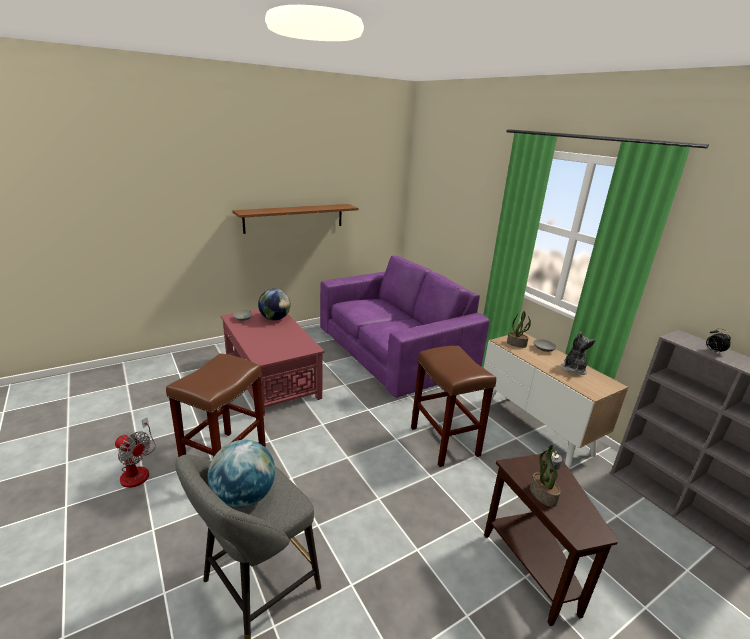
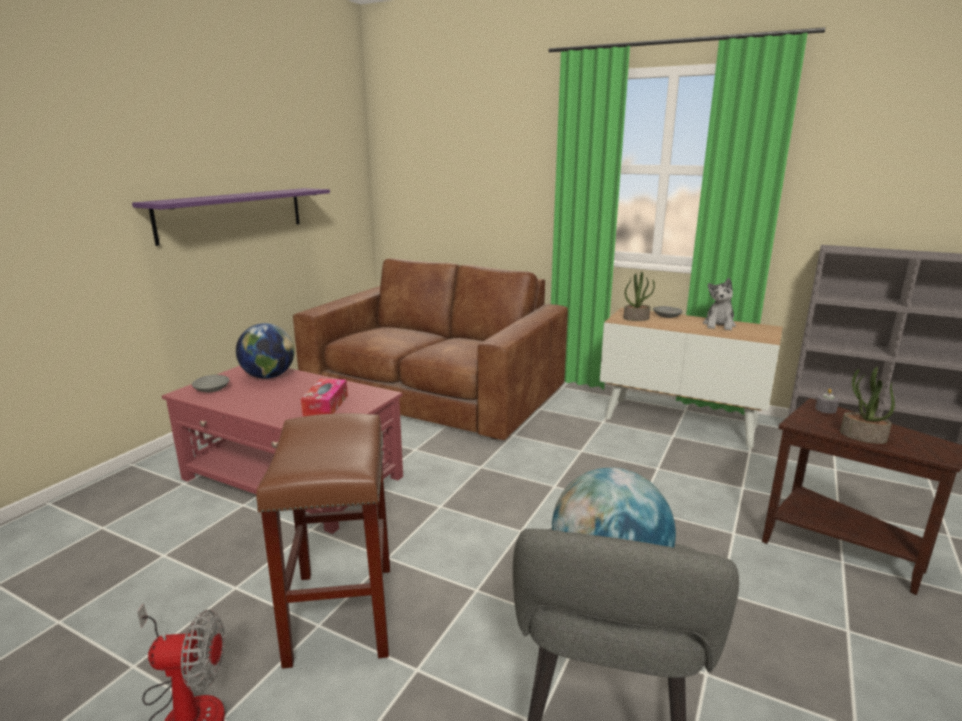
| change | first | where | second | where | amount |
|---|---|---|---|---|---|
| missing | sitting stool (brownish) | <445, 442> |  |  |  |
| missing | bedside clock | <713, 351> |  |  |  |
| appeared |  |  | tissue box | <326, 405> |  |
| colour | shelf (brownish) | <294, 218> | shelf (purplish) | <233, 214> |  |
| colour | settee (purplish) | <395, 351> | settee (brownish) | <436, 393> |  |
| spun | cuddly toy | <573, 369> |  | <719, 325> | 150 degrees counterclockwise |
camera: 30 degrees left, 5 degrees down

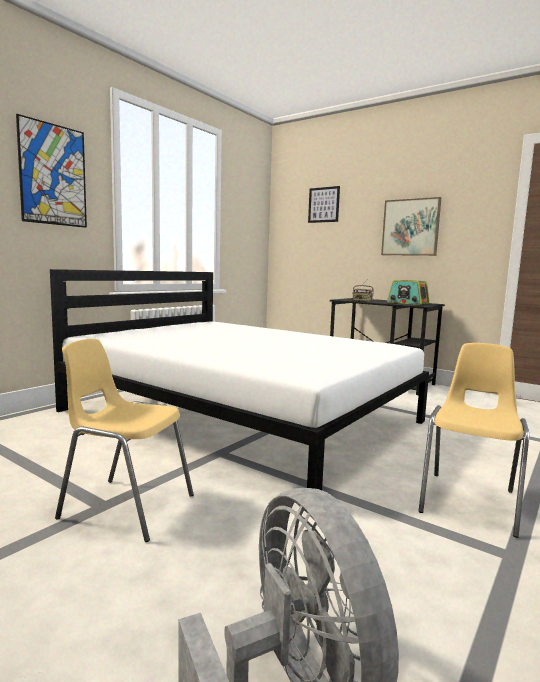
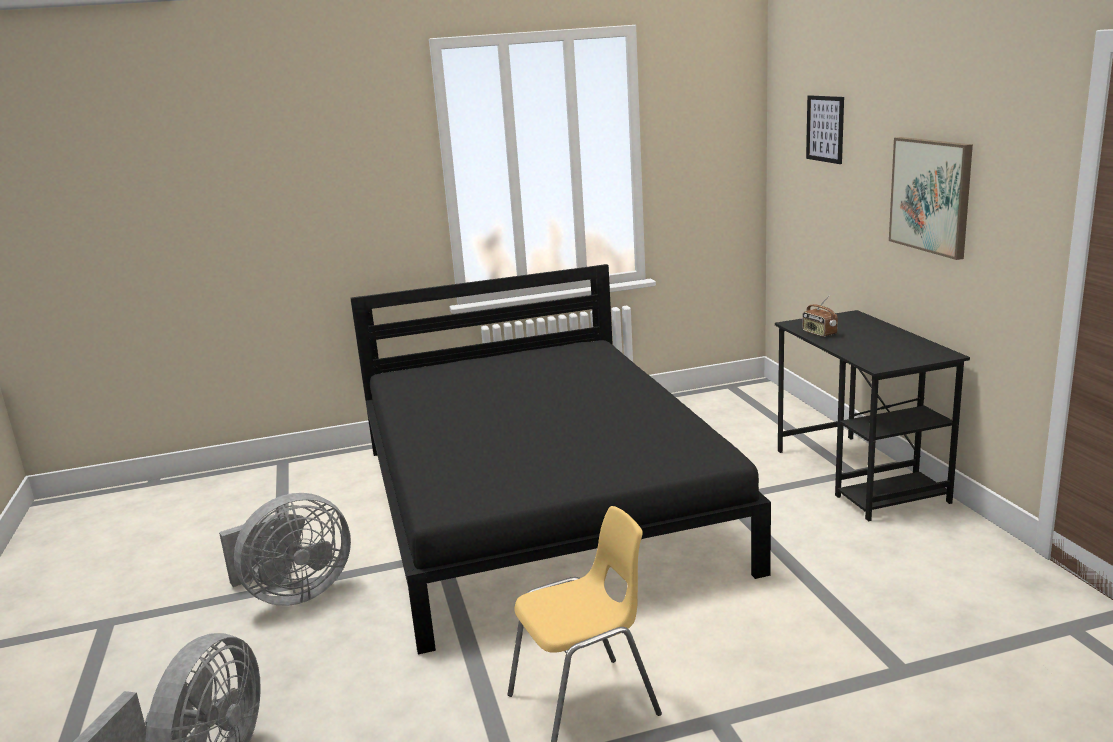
| change | first | where | second | where | amount |
|---|---|---|---|---|---|
| missing | wall art | <53, 175> |  |  |  |
| missing | radio | <407, 303> |  |  |  |
| exchanged | chair (yellow) | <126, 506> | cooling fan (grey) | <293, 594> |  |
| colour | sleeping bed (whitish) | <241, 415> | sleeping bed (blackish) | <540, 504> |  |
camera: 40 degrees right, 10 degrees up

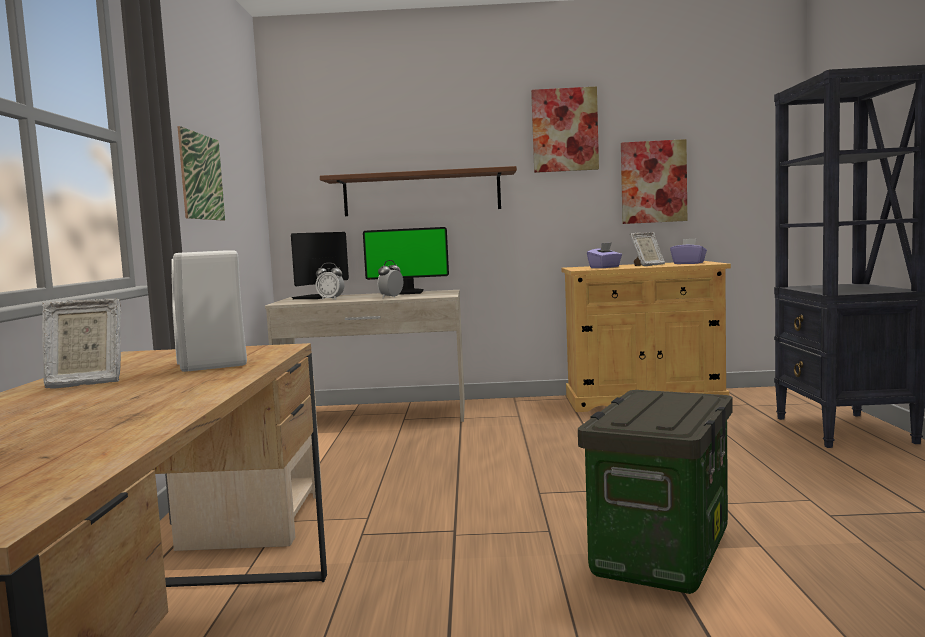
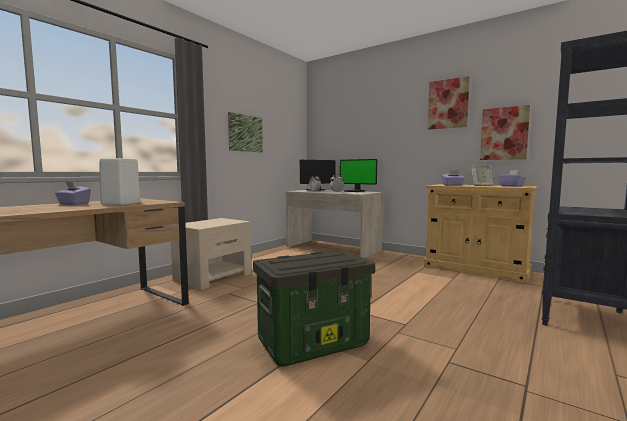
| change | first | where | second | where | amount |
|---|---|---|---|---|---|
| missing | shelf (brownish) | <422, 193> |  |  |  |
| exchanged | standing frame | <85, 383> | tissue box (purplish) | <73, 204> |  |
camera: 35 degrees right, 0 degrees up

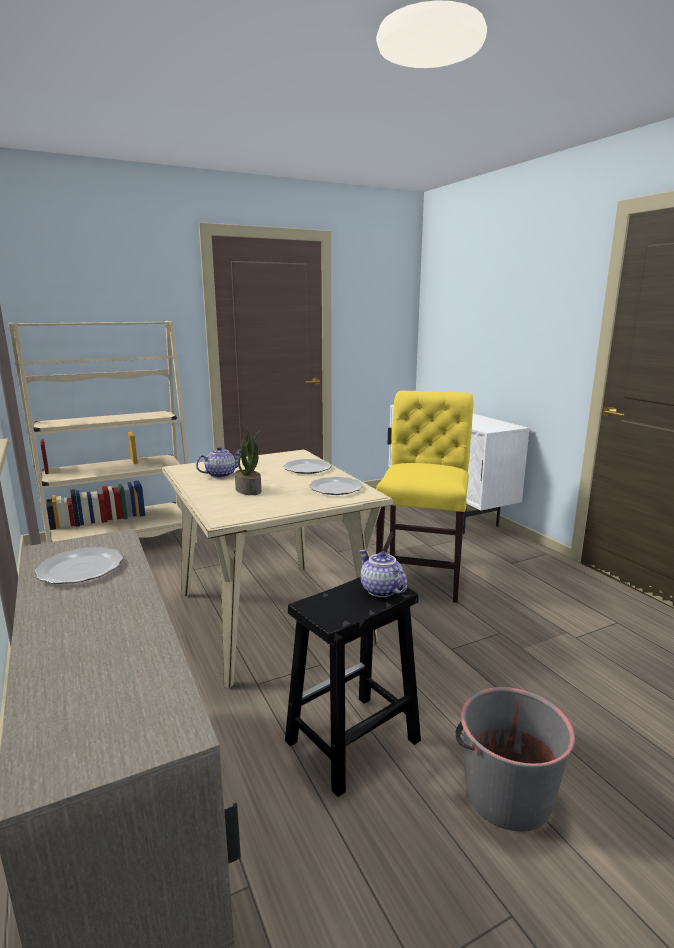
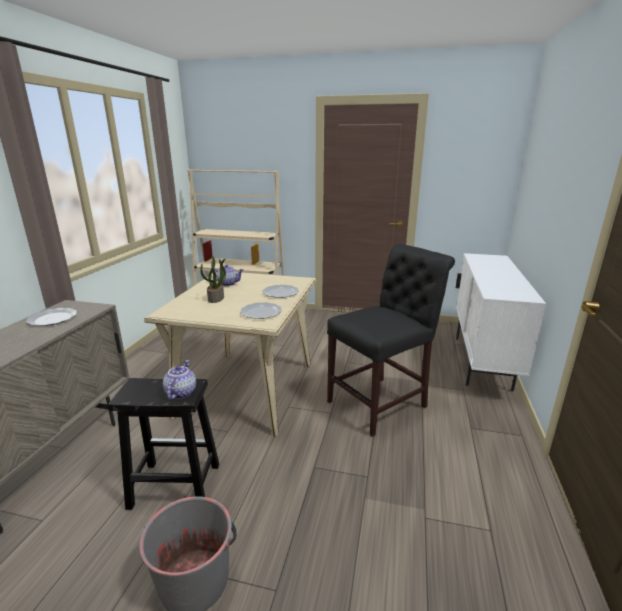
| change | first | where | second | where | amount |
|---|---|---|---|---|---|
| colour | chair (yellow) | <422, 573> | chair (blackish) | <381, 402> |  |
camera: 40 degrees right, 5 degrees up

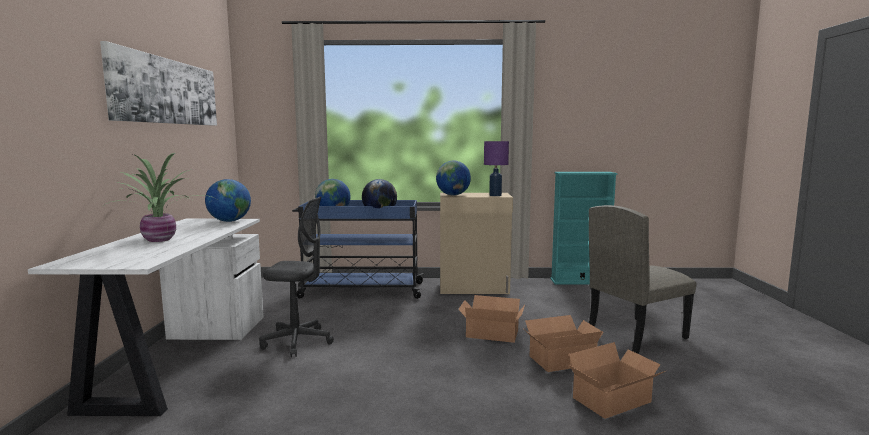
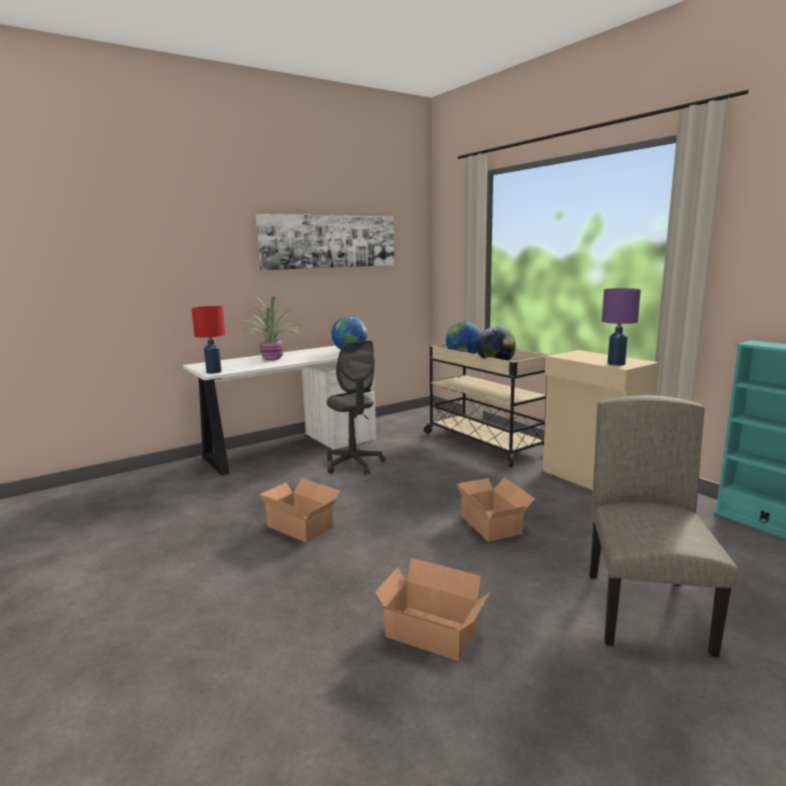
| change | first | where | second | where | amount |
|---|---|---|---|---|---|
| missing | globe | <453, 195> |  |  |  |
| appeared |  |  | lamp for a table (reddish) | <213, 372> |  |
| relocated | packing box | <559, 359> |  | <301, 525> |  |
| colour | trolley (bluish) | <360, 290> | trolley (beige-coloured) | <483, 442> |  |
| spun | chair (beige-coloured) | <636, 335> |  | <647, 611> | 75 degrees clockwise |
camera: 55 degrees right, 5 degrees up

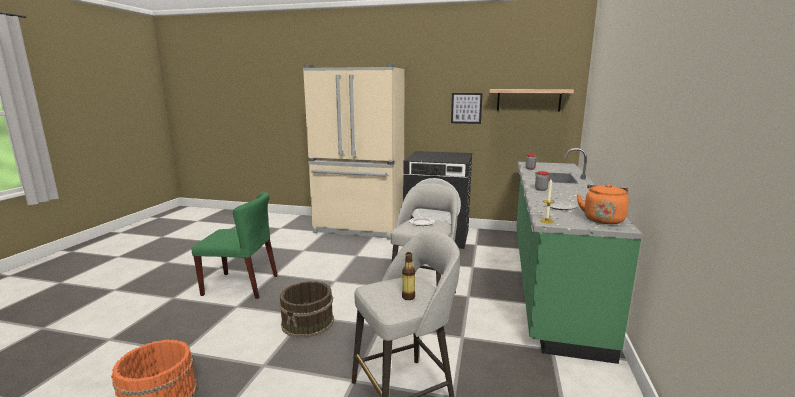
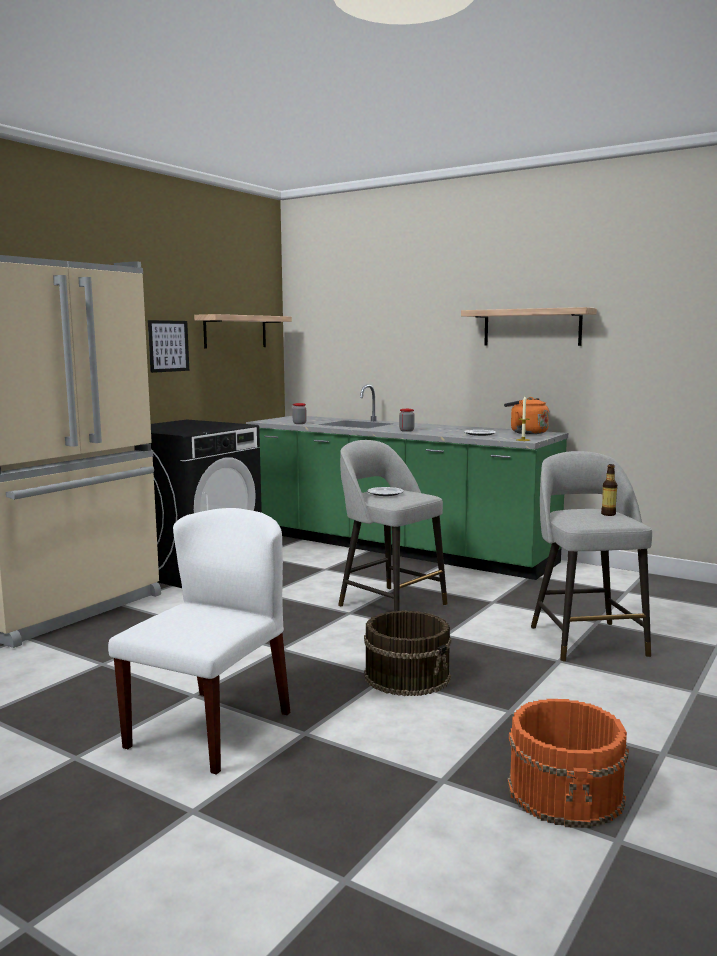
| change | first | where | second | where | amount |
|---|---|---|---|---|---|
| appeared |  |  | shelf | <532, 327> |  |
| colour | chair (greenish) | <241, 285> | chair (whitish) | <210, 728> |  |
camera: 70 degrees left, 5 degrees down

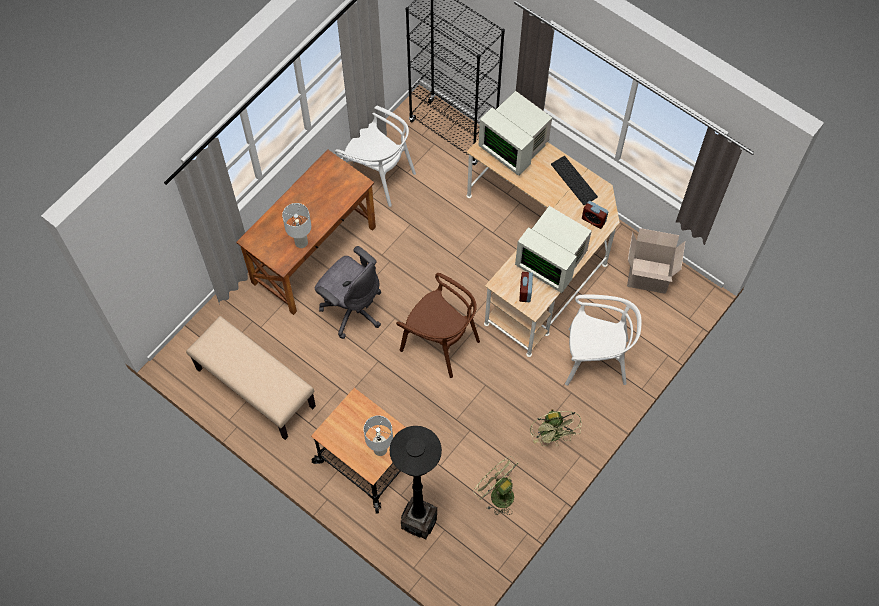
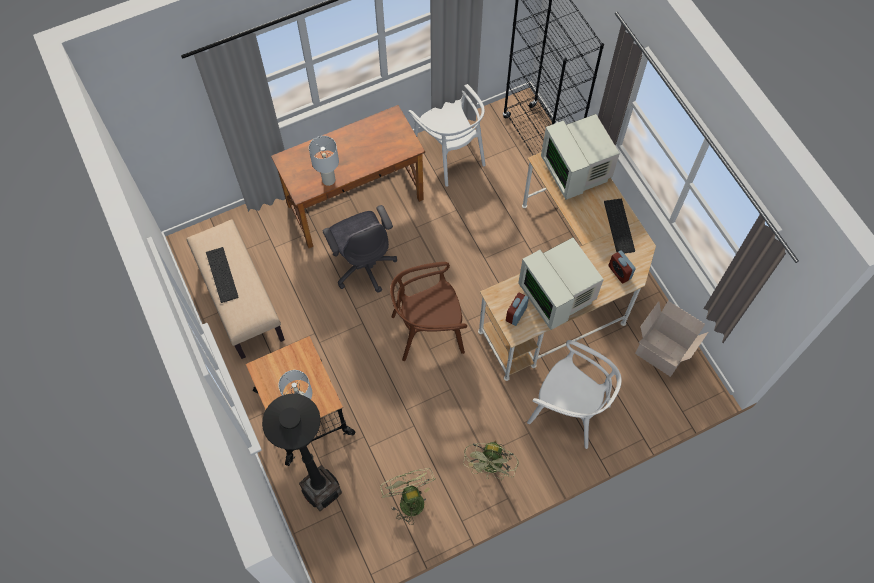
| change | first | where | second | where | amount |
|---|---|---|---|---|---|
| appeared |  |  | keyboard | <220, 274> |  |
| spun | chair (brownish) | <440, 343> |  | <428, 331> | 105 degrees clockwise |
camera: 25 degrees right, 0 degrees up

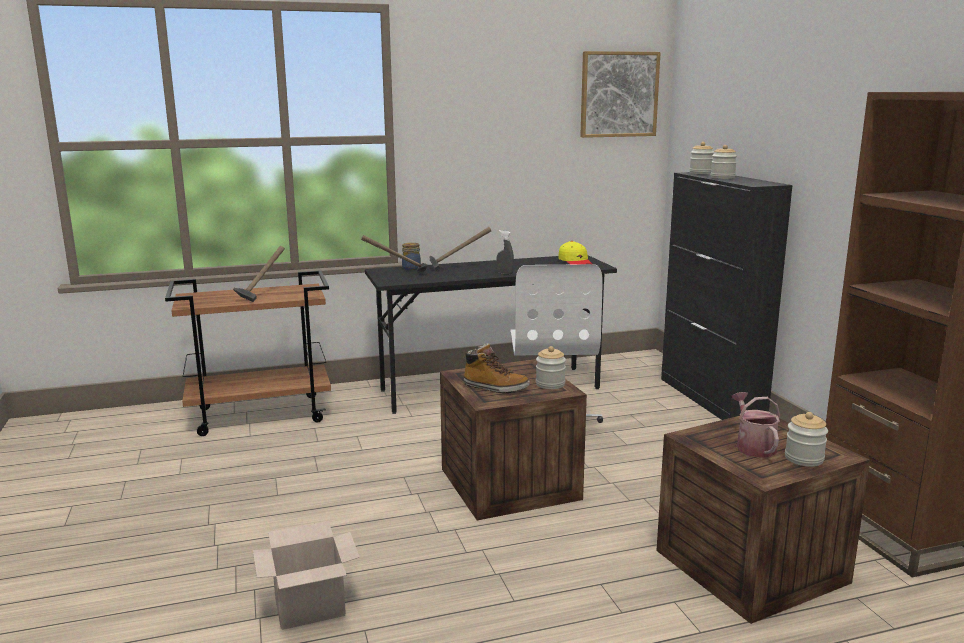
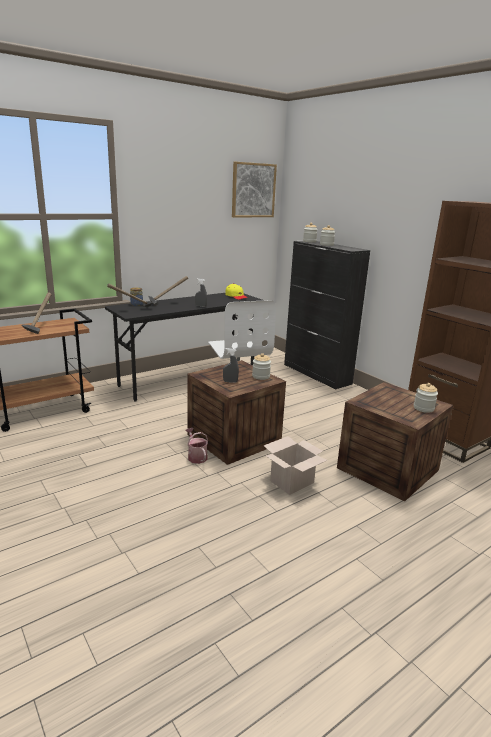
| change | first | where | second | where | amount |
|---|---|---|---|---|---|
| relocated | packing box | <308, 608> |  | <291, 483> |  |
| relocated | watering pot | <753, 446> |  | <196, 456> |  |
| exchanged | high-top boot | <495, 388> | hand sprayer (grey) | <230, 381> |  |
camera: 20 degrees left, 5 degrees up

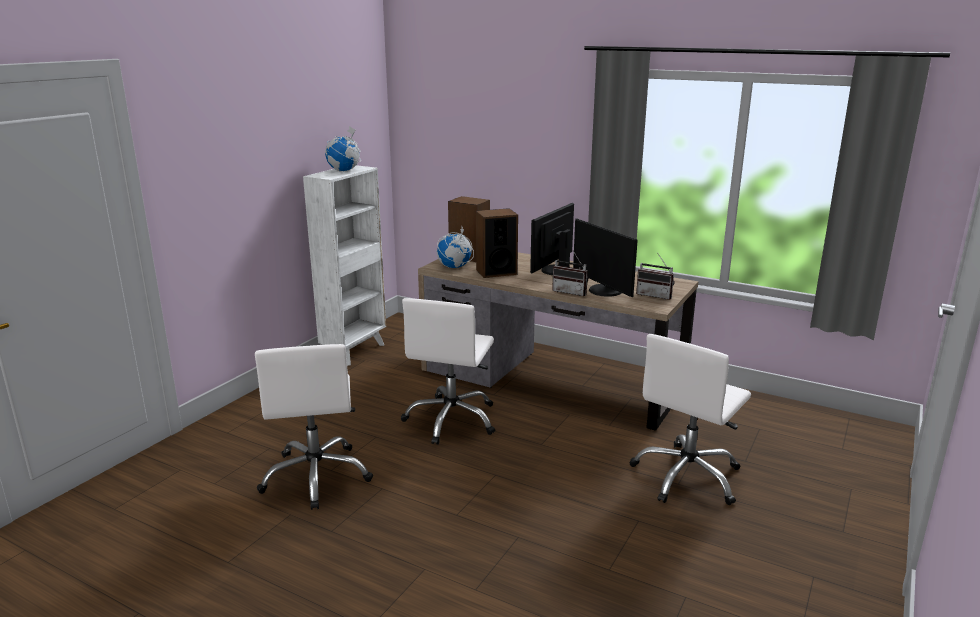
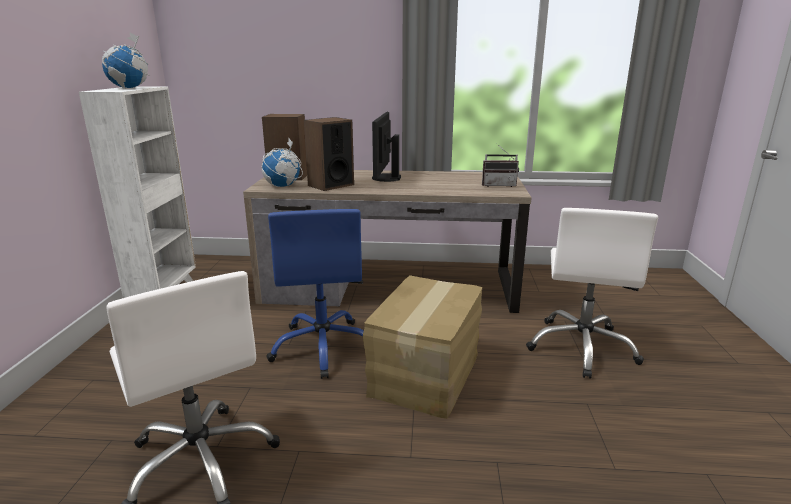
| change | first | where | second | where | amount |
|---|---|---|---|---|---|
| missing | radio | <571, 292> |  |  |  |
| missing | computer display | <604, 291> |  |  |  |
| appeared |  |  | packing box | <427, 374> |  |
| colour | office chair (whitish) | <452, 419> | office chair (bluish) | <324, 347> |  |
camera: 25 degrees left, 0 degrees up

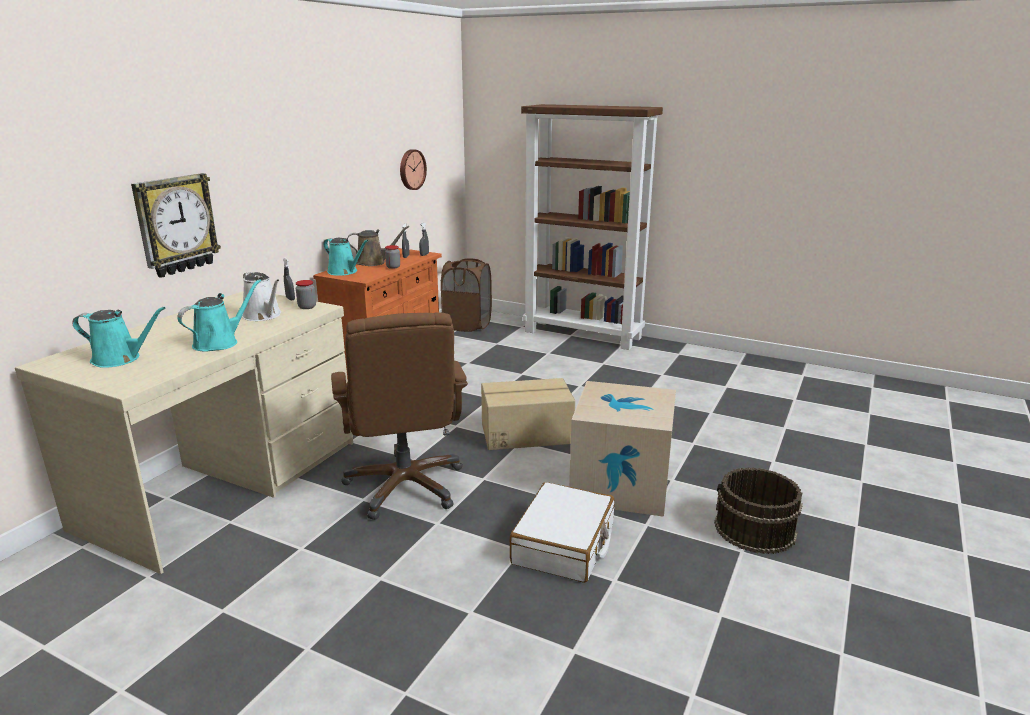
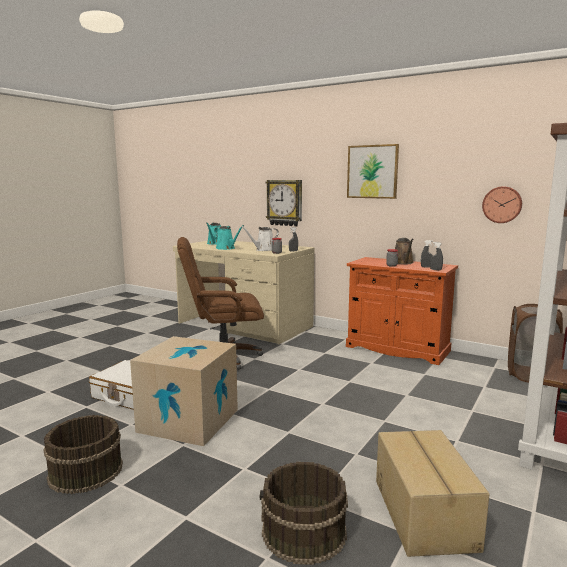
| change | first | where | second | where | amount |
|---|---|---|---|---|---|
| missing | watering pot (blue-green) | <344, 272> |  |  |  |
| appeared |  |  | pail (brownish) | <304, 533> |  |
| appeared |  |  | wall art | <372, 171> |  |
| relocated | packing box | <526, 433> |  | <425, 513> |  |
camera: 95 degrees right, 10 degrees down

